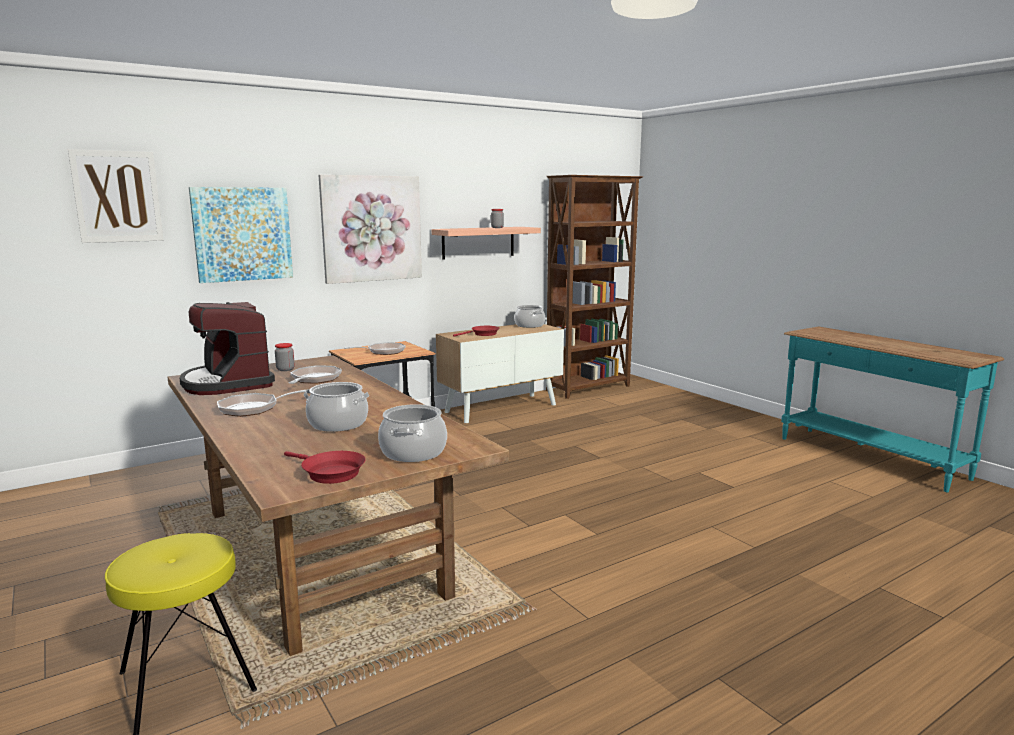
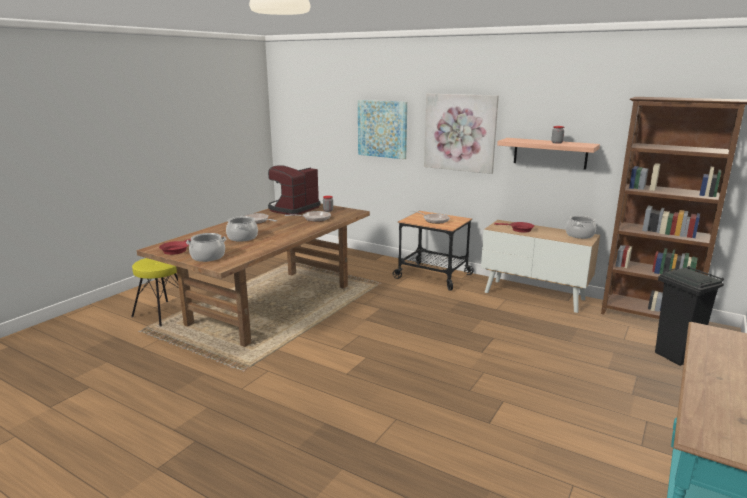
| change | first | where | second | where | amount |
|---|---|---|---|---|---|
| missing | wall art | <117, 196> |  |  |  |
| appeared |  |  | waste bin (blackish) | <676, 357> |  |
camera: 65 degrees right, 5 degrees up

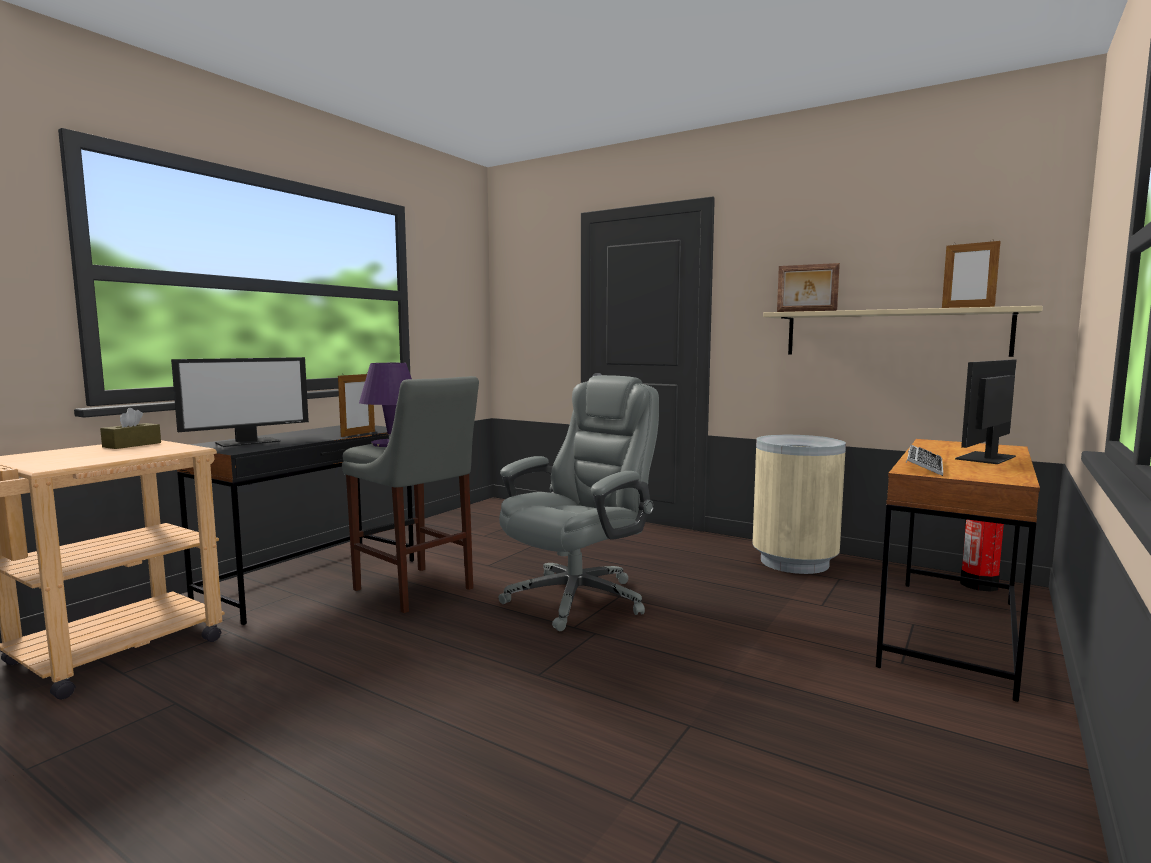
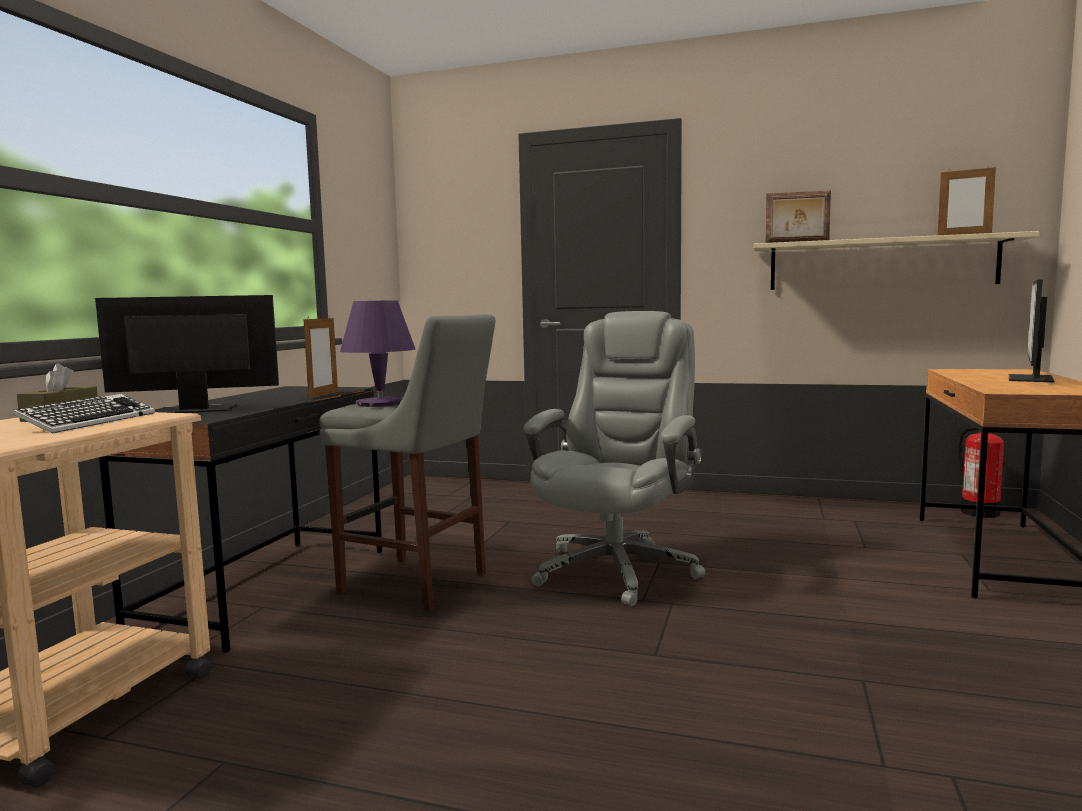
| change | first | where | second | where | amount |
|---|---|---|---|---|---|
| missing | waste bin (beige-coloured) | <794, 562> |  |  |  |
| relocated | keyboard | <924, 466> |  | <89, 422> |  |
| spun | computer display | <248, 442> |  | <194, 410> | 135 degrees counterclockwise |
camera: 15 degrees left, 0 degrees up

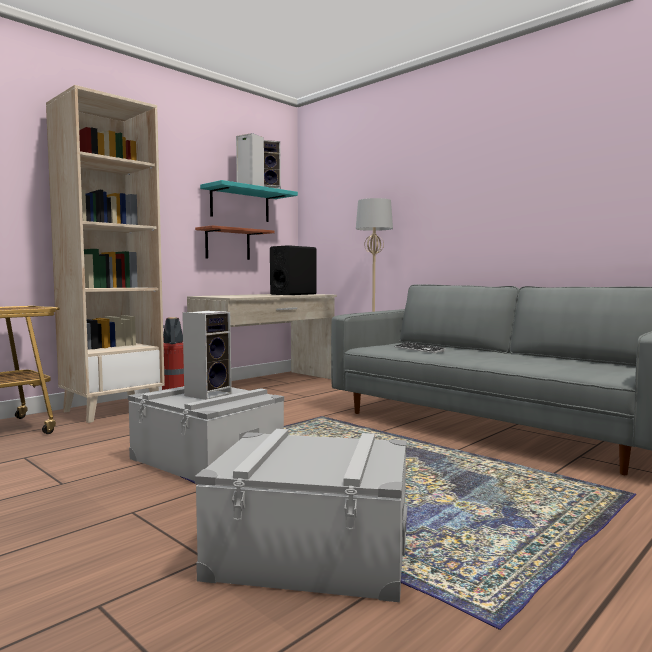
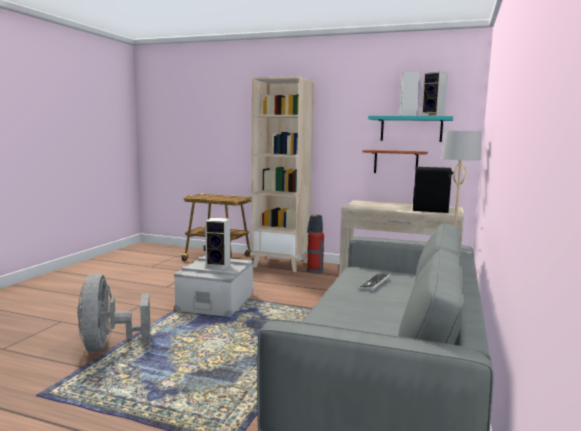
| change | first | where | second | where | amount |
|---|---|---|---|---|---|
| exchanged | storage bin (grey) | <312, 549> | cooling fan (grey) | <109, 346> |  |
camera: 65 degrees right, 5 degrees up

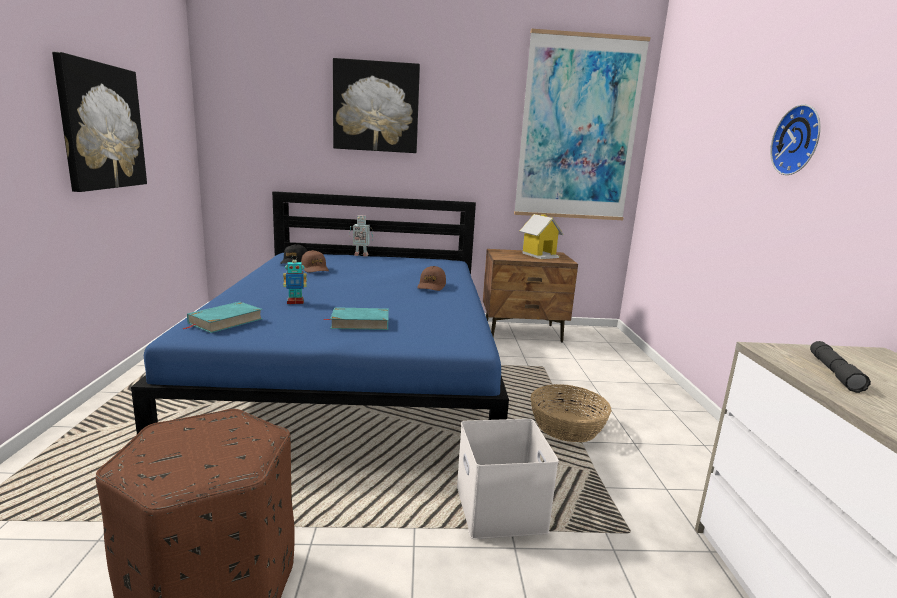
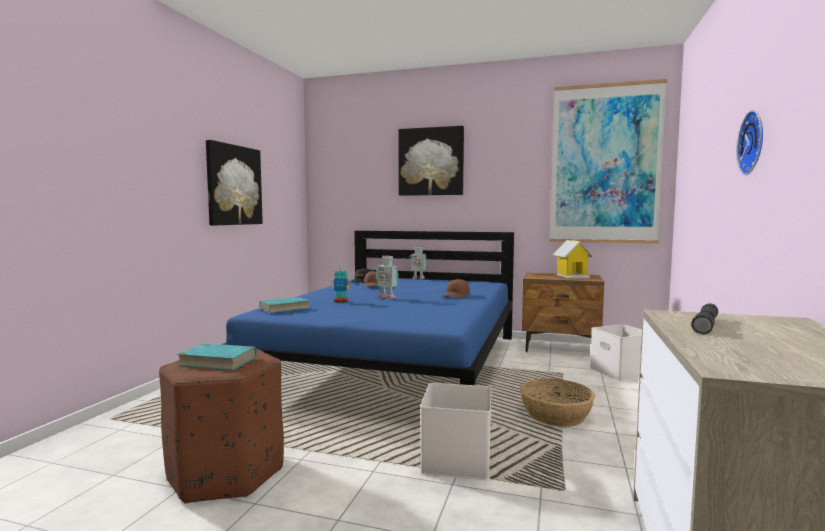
| change | first | where | second | where | amount |
|---|---|---|---|---|---|
| appeared |  |  | robot figure | <387, 297> |  |
| appeared |  |  | storage bin (whitish) | <619, 371> |  |
| relocated | bound book (blue-green) | <360, 323> |  | <217, 361> |  |
camera: 20 degrees right, 10 degrees down

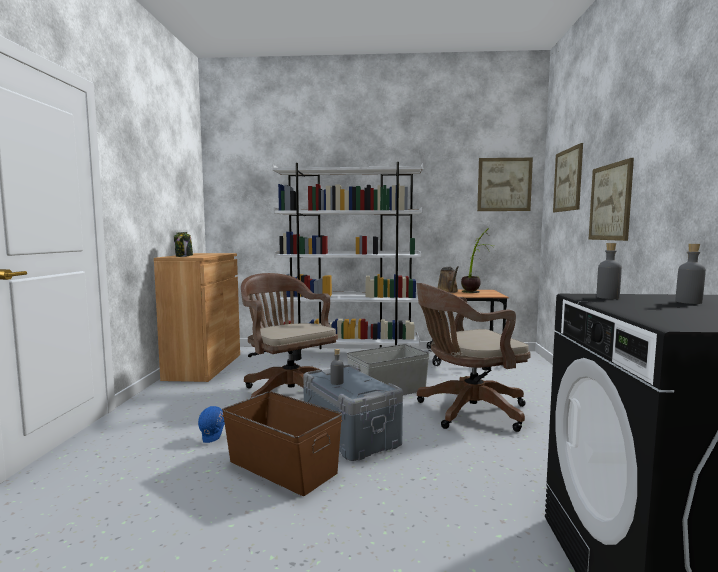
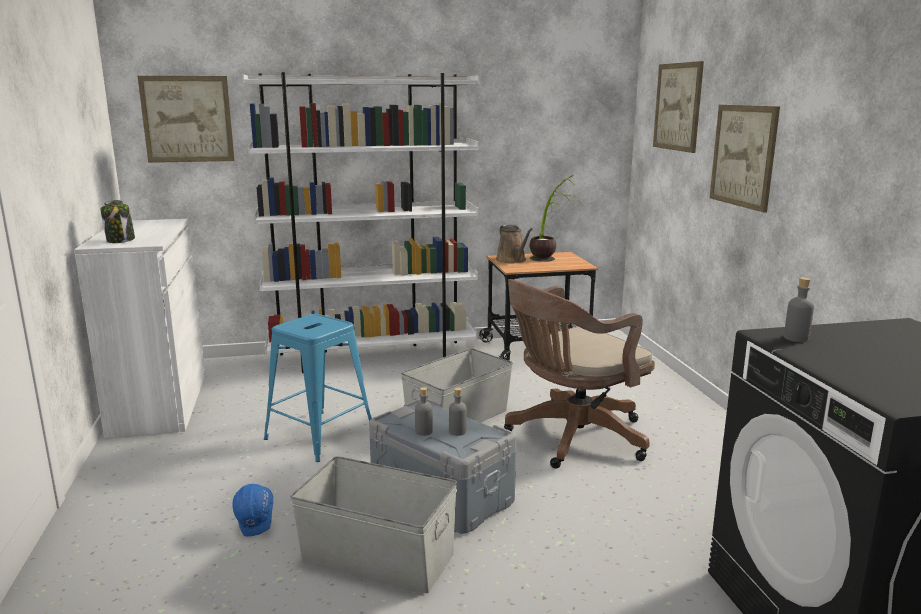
| change | first | where | second | where | amount |
|---|---|---|---|---|---|
| relocated | wall art | <504, 184> |  | <187, 119> |  |
| relocated | drink bottle (grey) | <688, 302> |  | <457, 431> |  |
| exchanged | office chair (brownish) | <288, 392> | sitting stool (bluish) | <319, 436> |  |
| colour | cupboard (brownish) | <204, 366> | cupboard (whitish) | <159, 403> |  |
| colour | storage bin (brownish) | <282, 466> | storage bin (grey) | <377, 555> |  |
camera: 15 degrees left, 10 degrees up

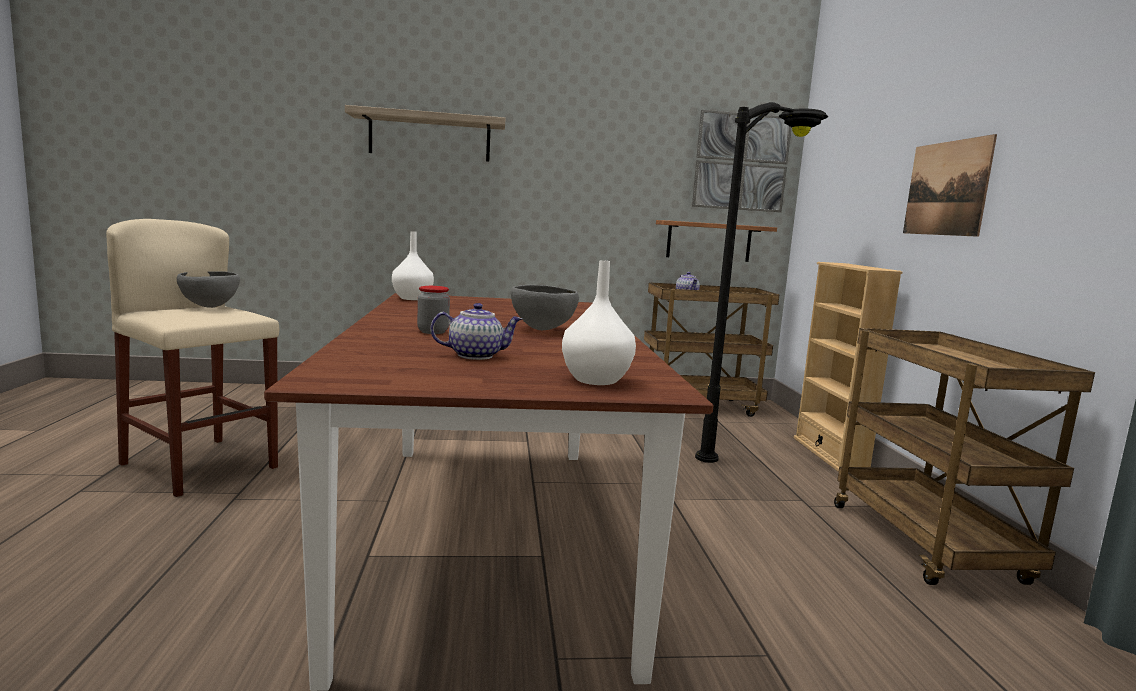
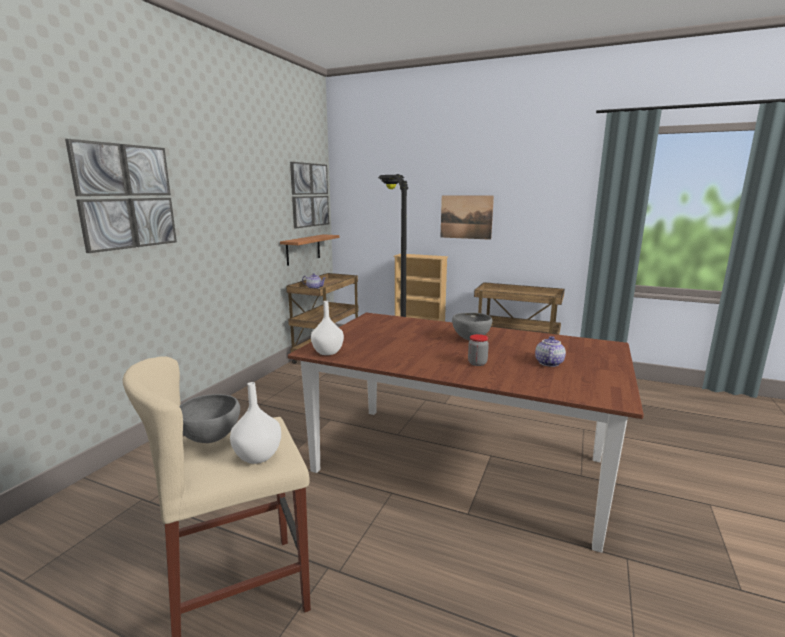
| change | first | where | second | where | amount |
|---|---|---|---|---|---|
| relocated | vase (whitish) | <597, 380> |  | <257, 455> |  |
| exchanged | shelf | <430, 137> | wall art | <126, 197> |  |
camera: 60 degrees left, 5 degrees up

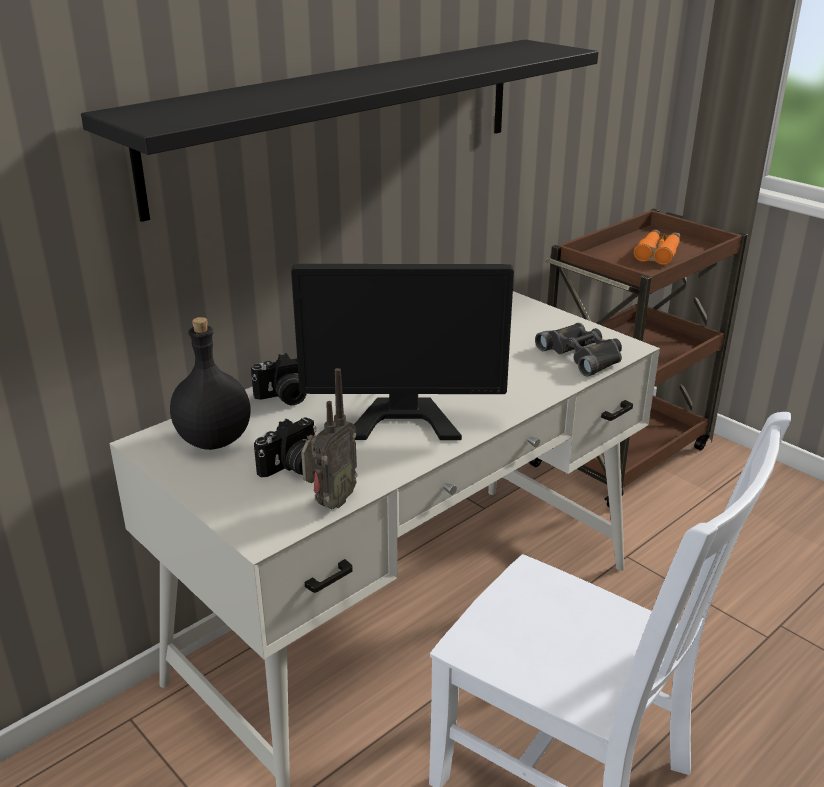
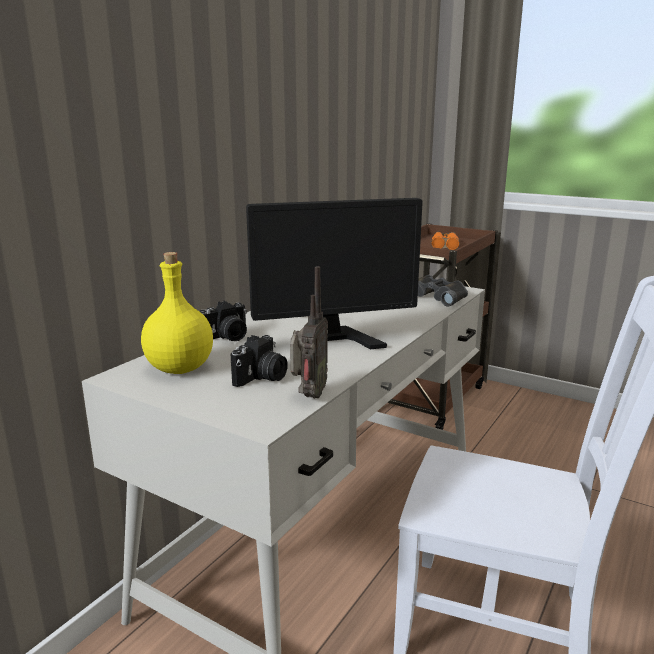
| change | first | where | second | where | amount |
|---|---|---|---|---|---|
| missing | shelf (blackish) | <343, 121> |  |  |  |
| colour | drink bottle (blackish) | <214, 441> | drink bottle (yellow) | <180, 369> |  |
camera: 15 degrees left, 10 degrees down

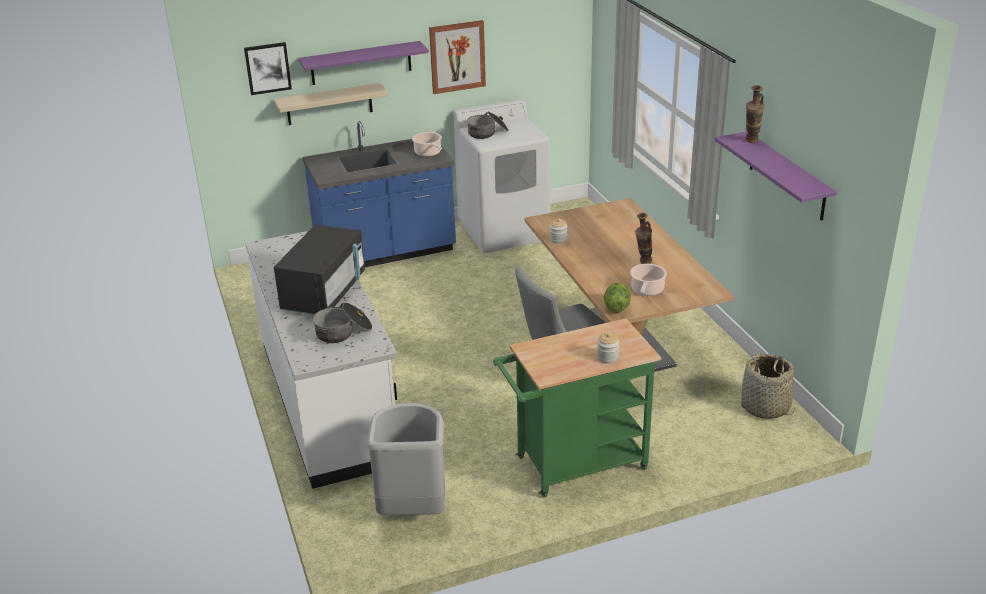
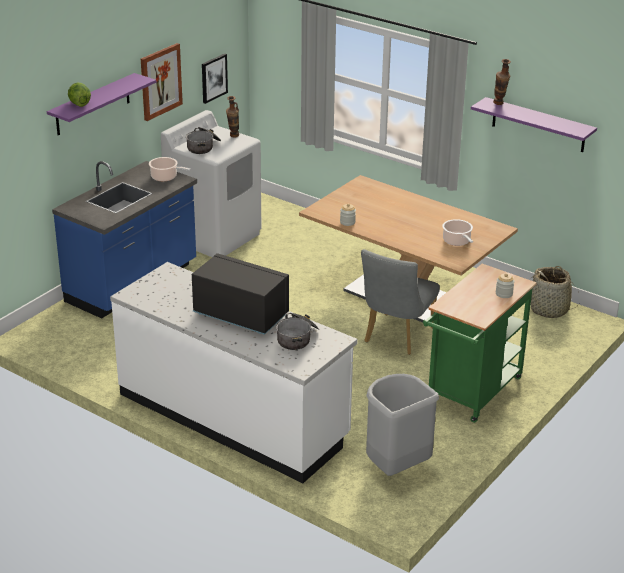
| change | first | where | second | where | amount |
|---|---|---|---|---|---|
| missing | shelf (beige-coloured) | <329, 104> |  |  |  |
| relocated | wall art | <267, 68> |  | <213, 78> |  |
| relocated | lettuce head | <616, 308> |  | <79, 104> |  |
| relocated | vase | <643, 263> |  | <233, 137> |  |
| spun | microwave oven (blackish) | <324, 293> |  | <240, 315> | 45 degrees counterclockwise |
camera: 35 degrees left, 0 degrees up

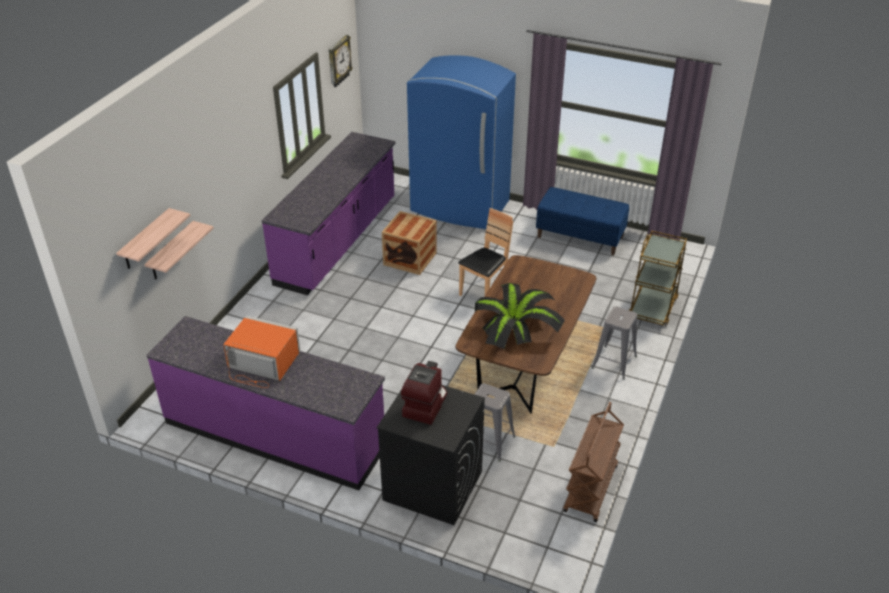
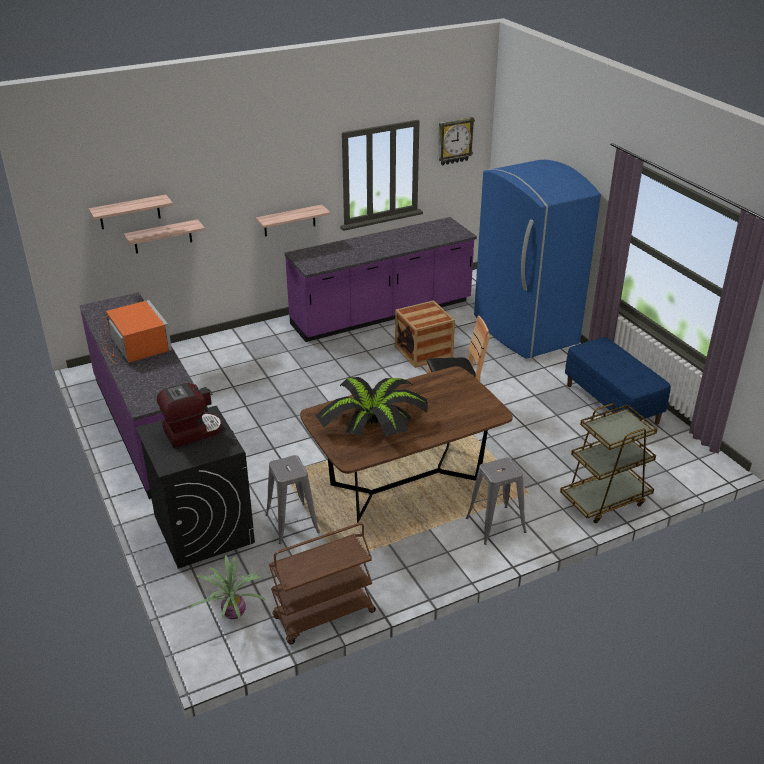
| change | first | where | second | where | amount |
|---|---|---|---|---|---|
| appeared |  |  | potted plant | <232, 613> |  |
| appeared |  |  | shelf | <289, 220> |  |
camera: 40 degrees right, 5 degrees down

